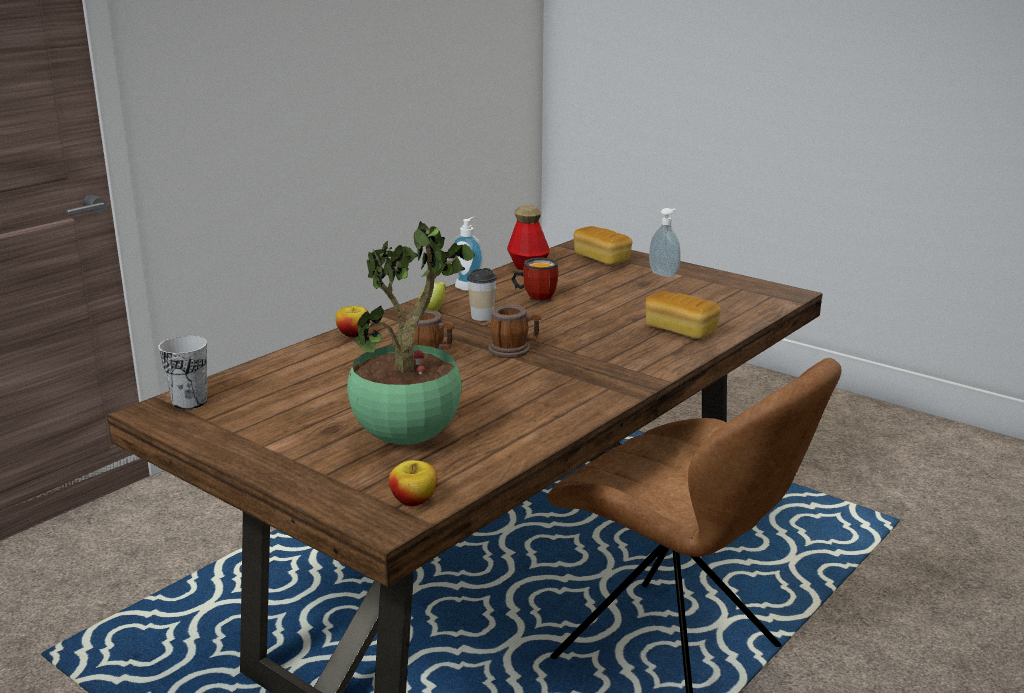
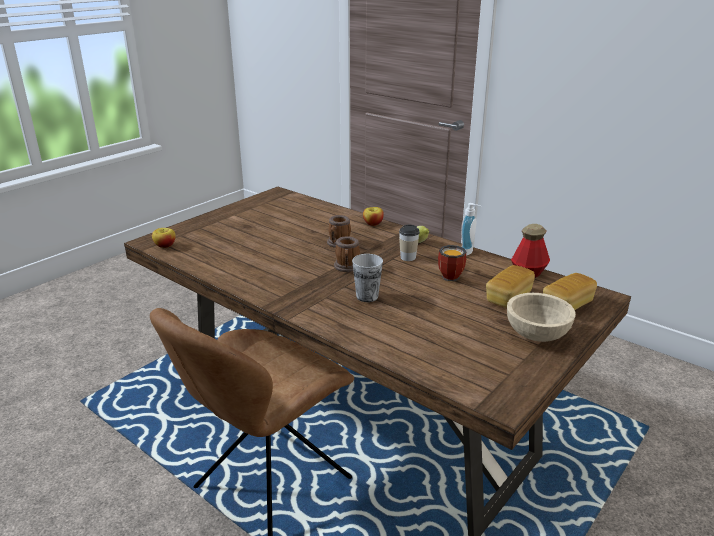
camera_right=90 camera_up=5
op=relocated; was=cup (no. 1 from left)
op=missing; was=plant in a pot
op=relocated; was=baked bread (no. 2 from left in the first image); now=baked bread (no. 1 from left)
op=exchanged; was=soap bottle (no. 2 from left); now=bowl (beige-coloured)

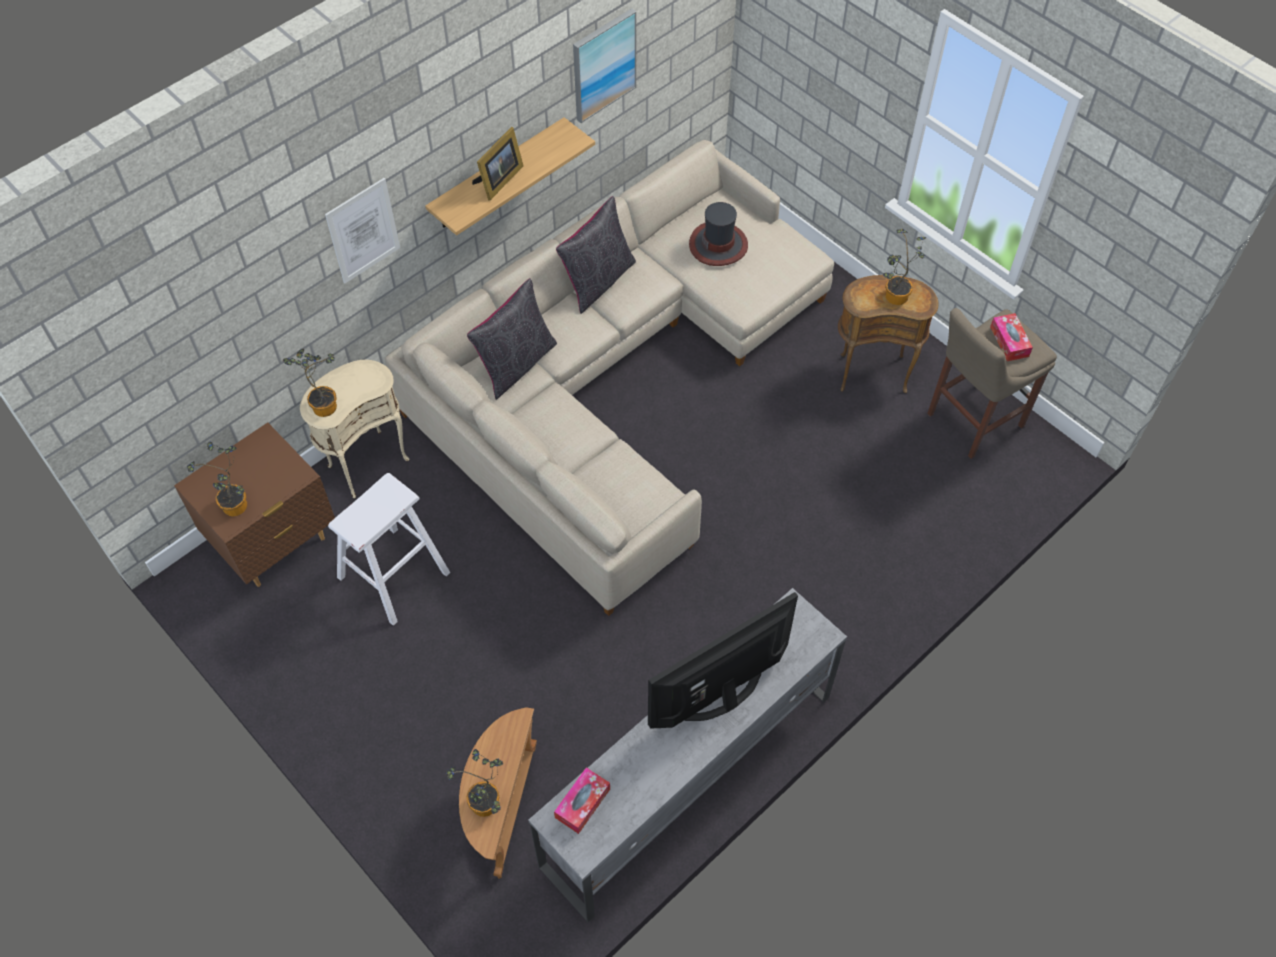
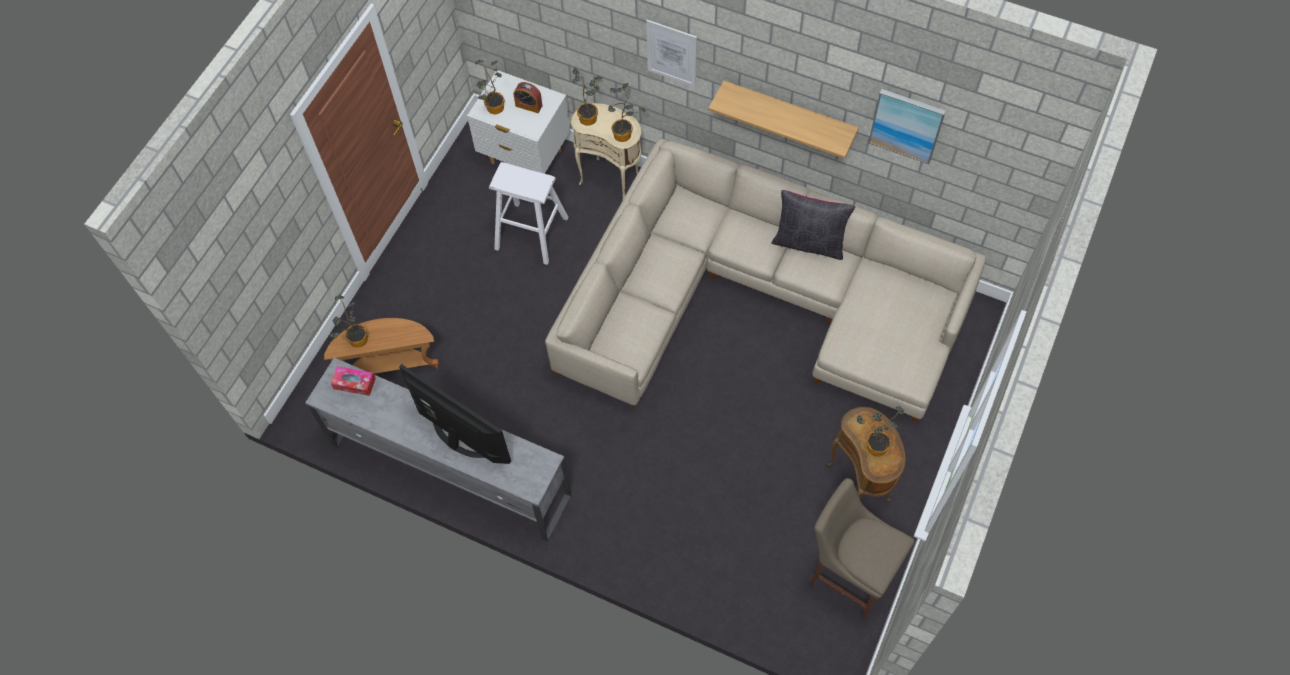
camera_right=70 camera_up=5
op=colour; was=bedside table (brownish); now=bedside table (white-coloured)
op=missing; was=pillow (blackish) (no. 1 from left)
op=missing; was=picture frame
op=missing; was=clothing hat
op=missing; was=box of tissues (no. 2 from left)
op=appeared; now=table clock
op=appeared; now=plant in a pot (no. 4 from left)

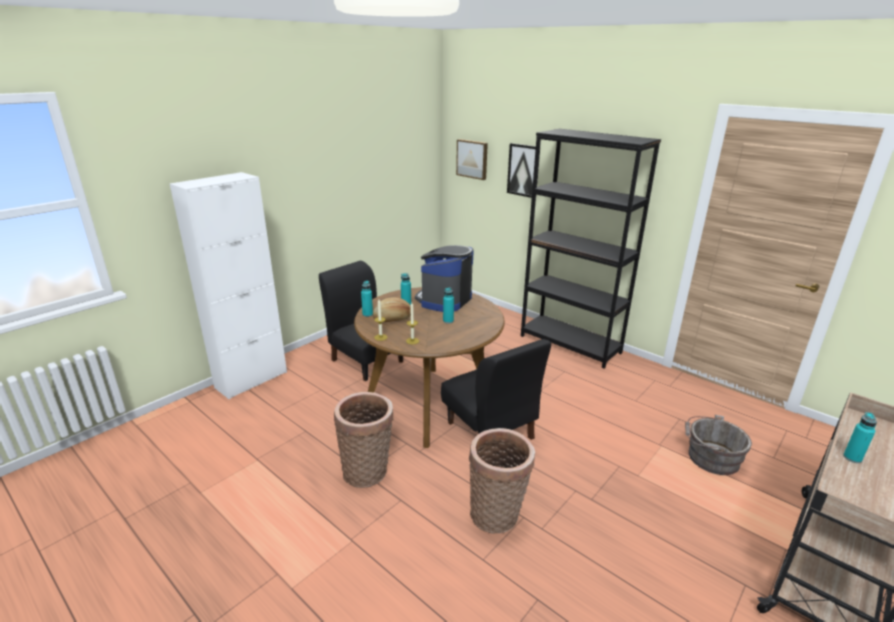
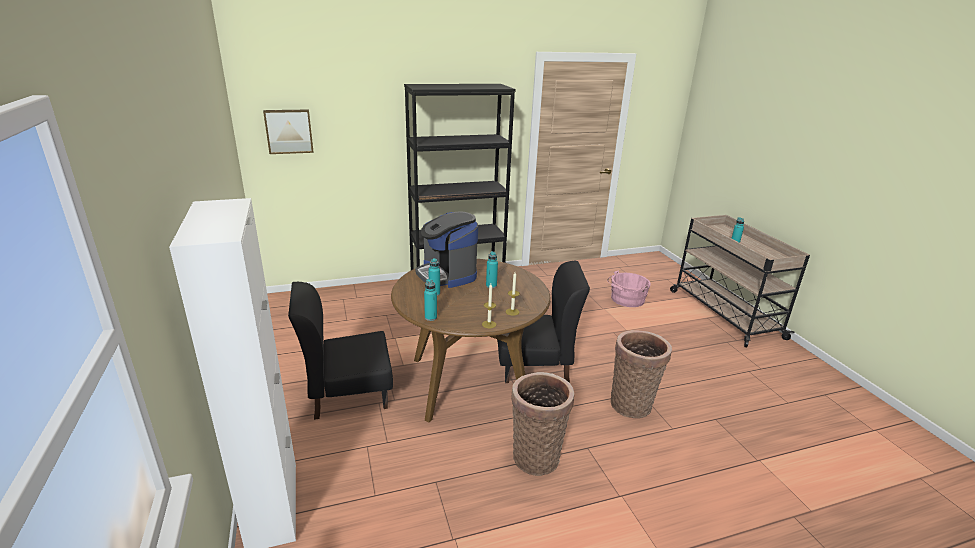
camera_right=-60 camera_up=0
op=missing; was=baked bread
op=missing; was=wall picture (no. 2 from left)
op=colour; was=bucket (greyish); now=bucket (pink-coloured)

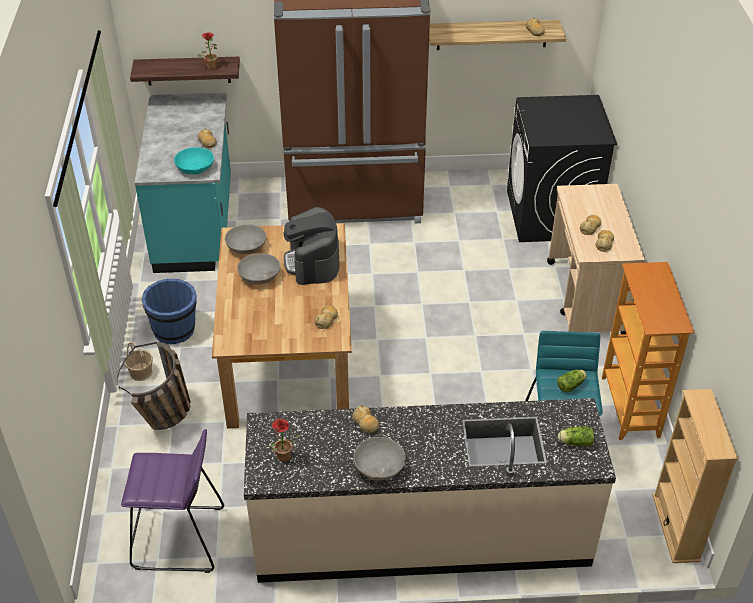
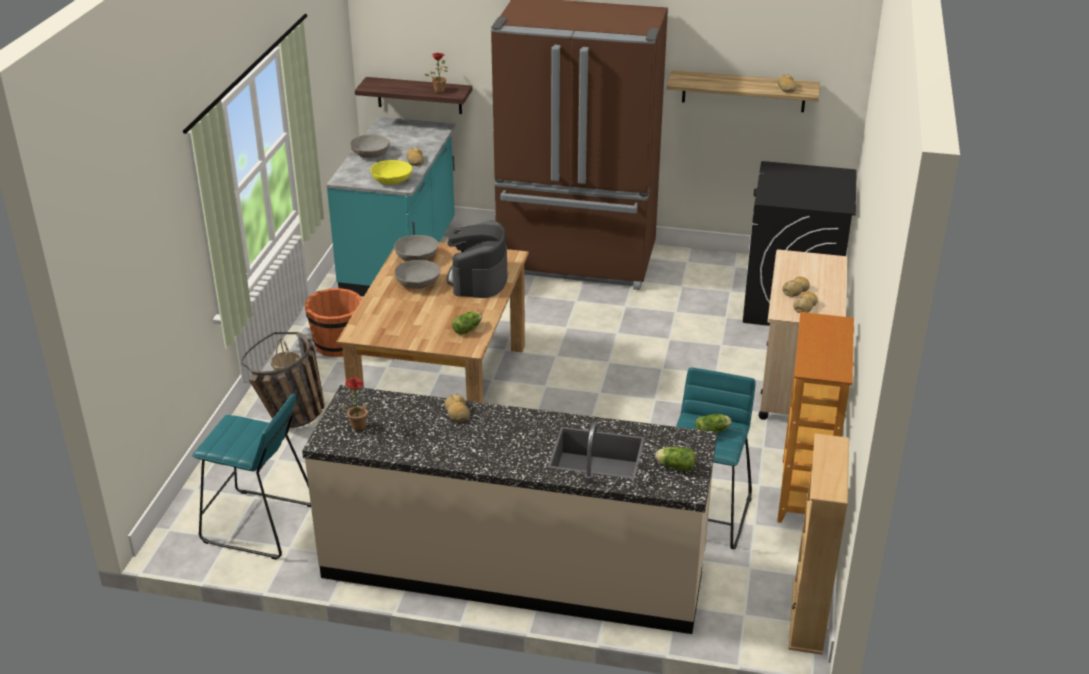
camera_right=15 camera_up=-10
op=colour; was=stool (purplish); now=stool (turquoise-coloured) (no. 1 from left)
op=colour; was=bucket (blue-coloured); now=bucket (orange)
op=colour; was=bowl (turquoise-coloured); now=bowl (yellow-coloured)
op=exchanged; was=baked bread (no. 2 from left); now=lettuce (no. 1 from left)
op=relocated; was=bowl (greyish) (no. 3 from left in the first image); now=bowl (greyish) (no. 1 from left)

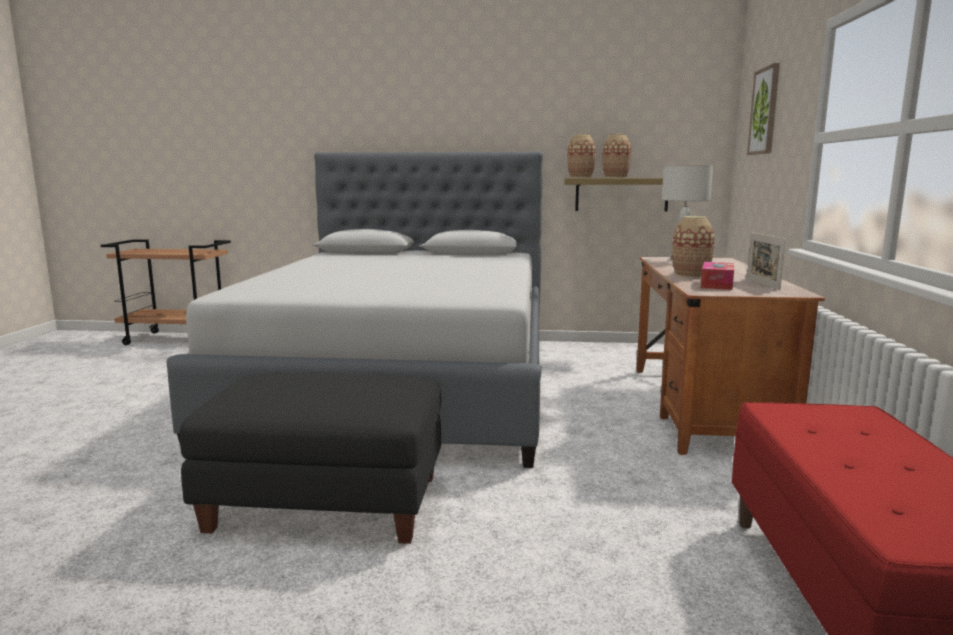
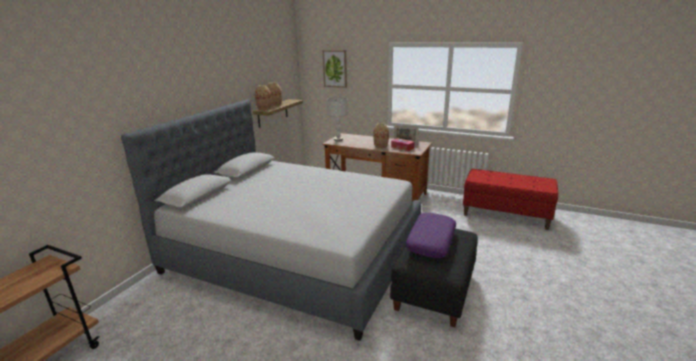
camera_right=-70 camera_up=10
op=appeared; now=pillow (purplish)

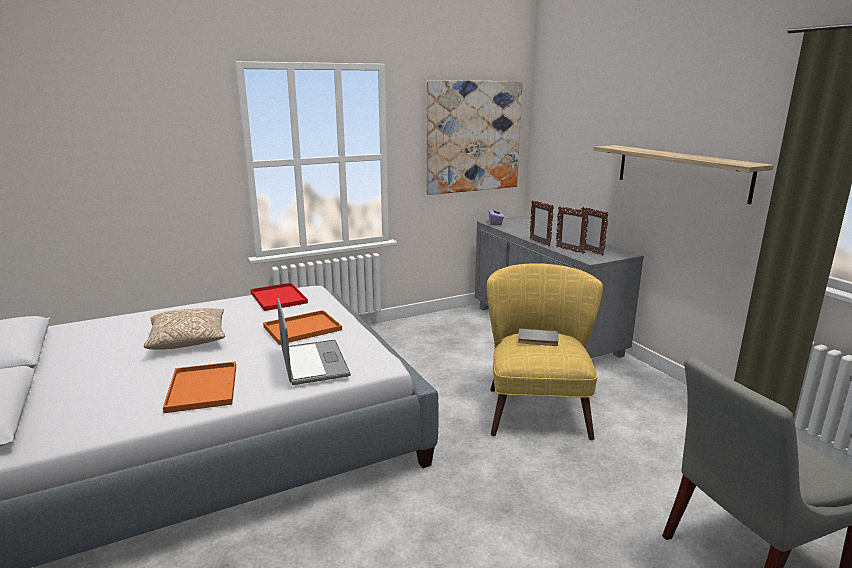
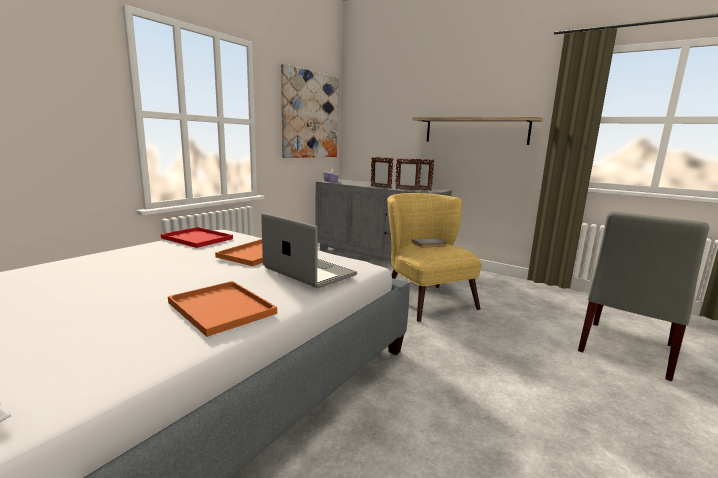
camera_right=-30 camera_up=-5
op=missing; was=pillow

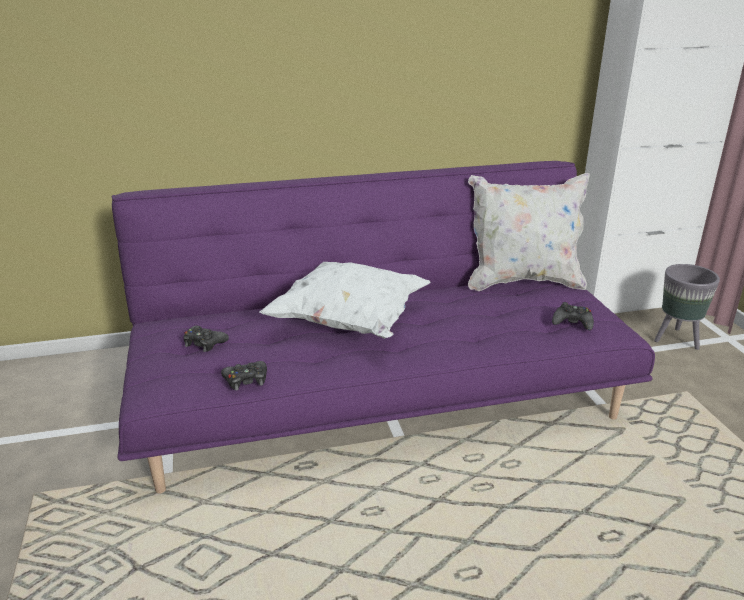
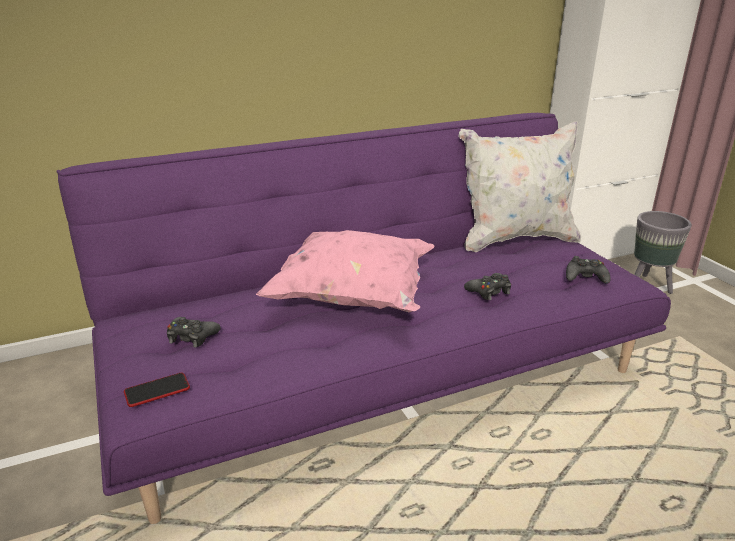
camera_right=-10 camera_up=0
op=relocated; was=game controller (blackish) (no. 2 from left)
op=colour; was=pillow (white-coloured) (no. 1 from left); now=pillow (pink-coloured)
op=appeared; now=telephone

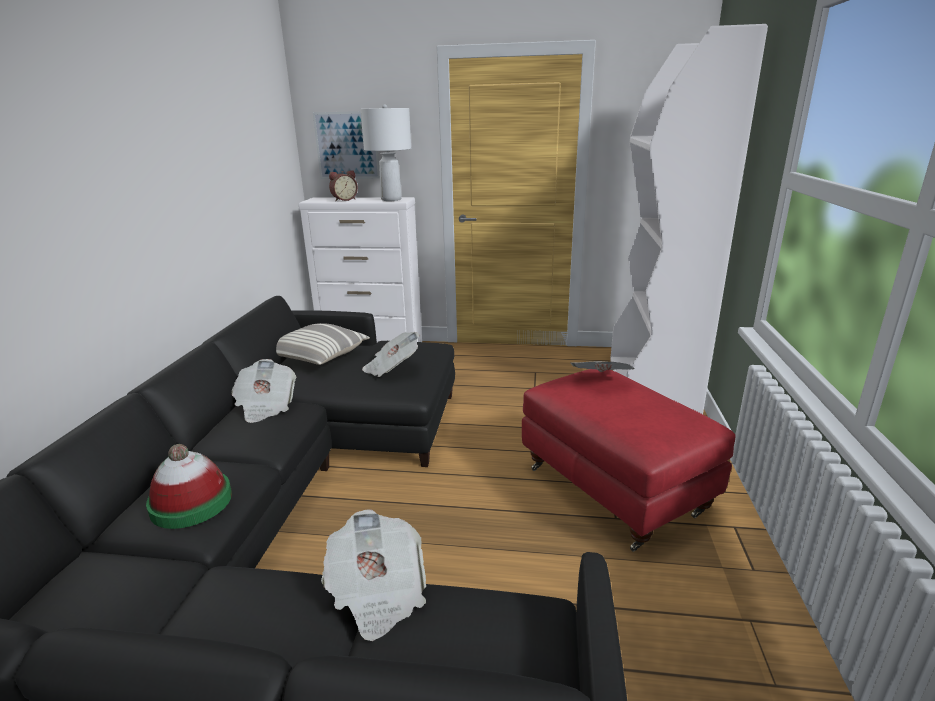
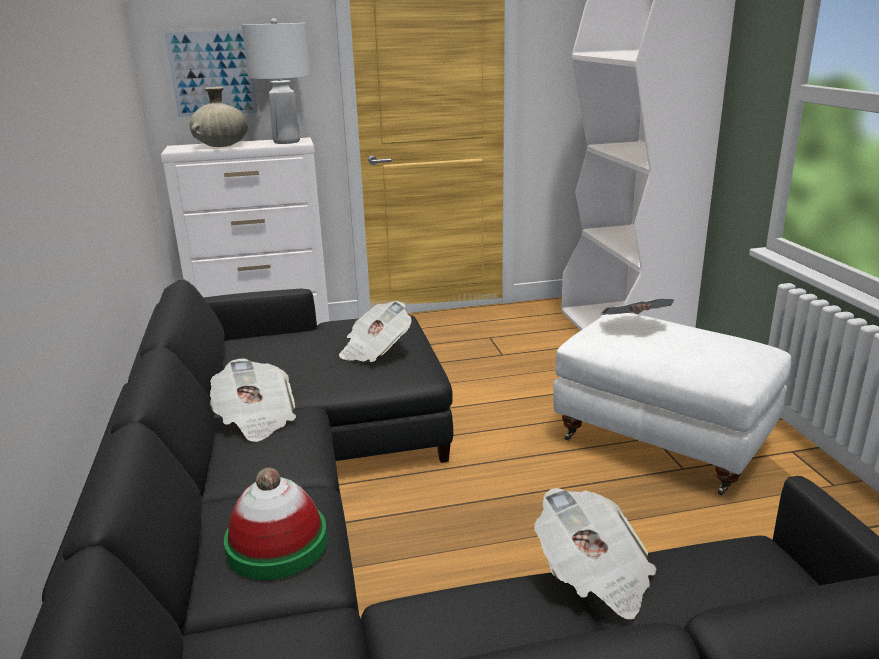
camera_right=-20 camera_up=0
op=missing; was=pillow
op=exchanged; was=table clock; now=decorative vase (beige-coloured)
op=colour; was=footrest (red-coloured); now=footrest (white-coloured)

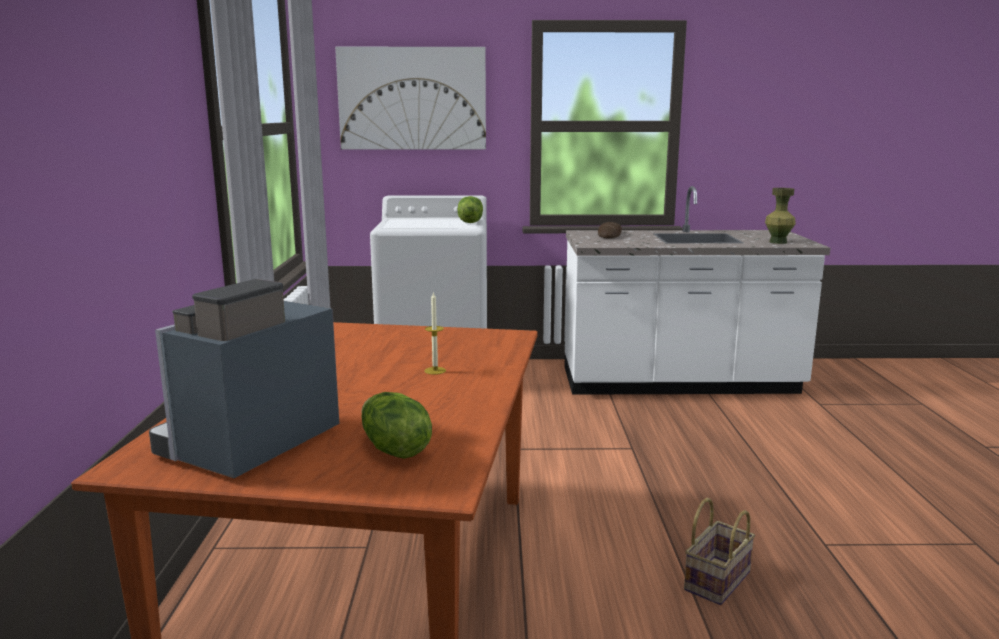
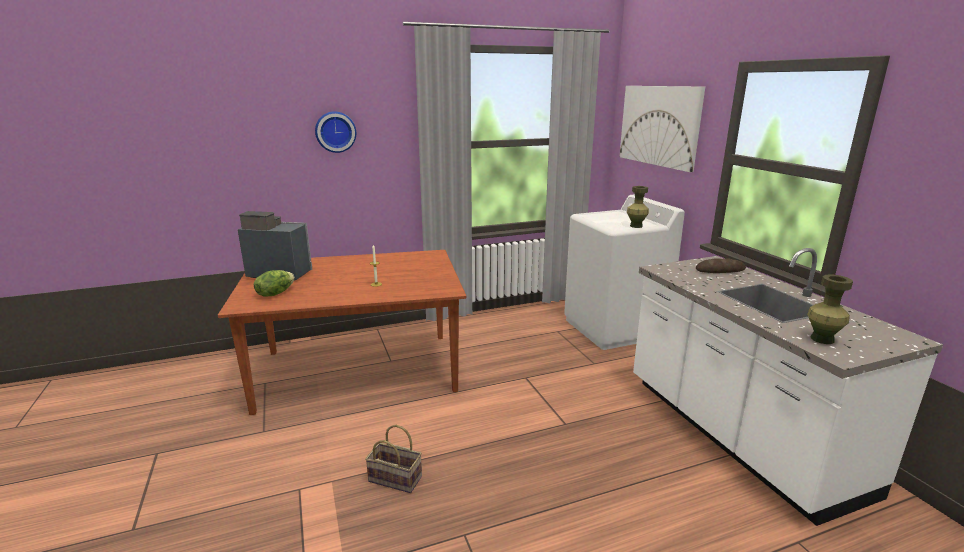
camera_right=70 camera_up=5
op=exchanged; was=lettuce (no. 2 from left); now=decorative vase (greenish) (no. 1 from left)
op=appeared; now=clock on the wall

